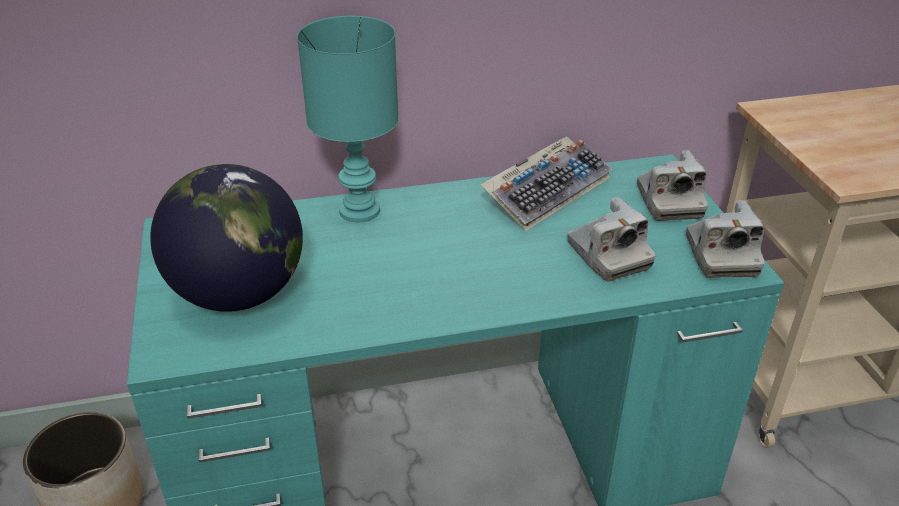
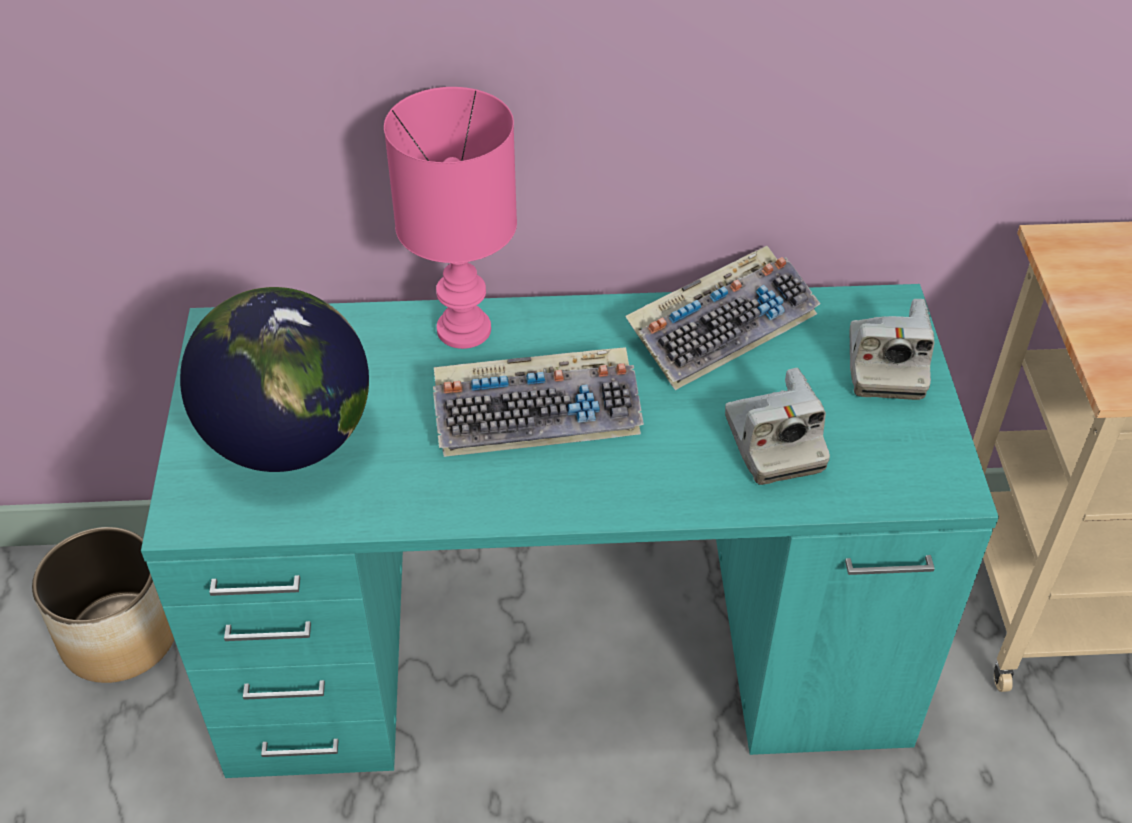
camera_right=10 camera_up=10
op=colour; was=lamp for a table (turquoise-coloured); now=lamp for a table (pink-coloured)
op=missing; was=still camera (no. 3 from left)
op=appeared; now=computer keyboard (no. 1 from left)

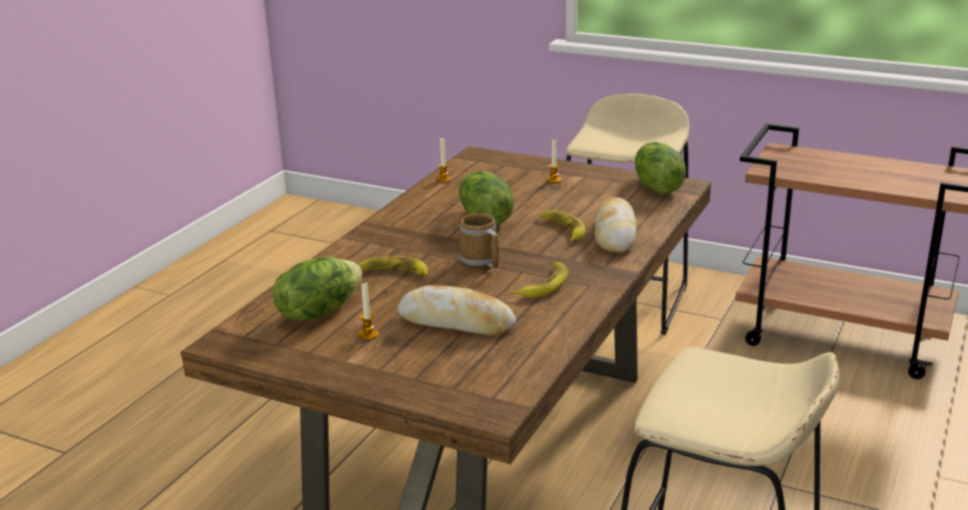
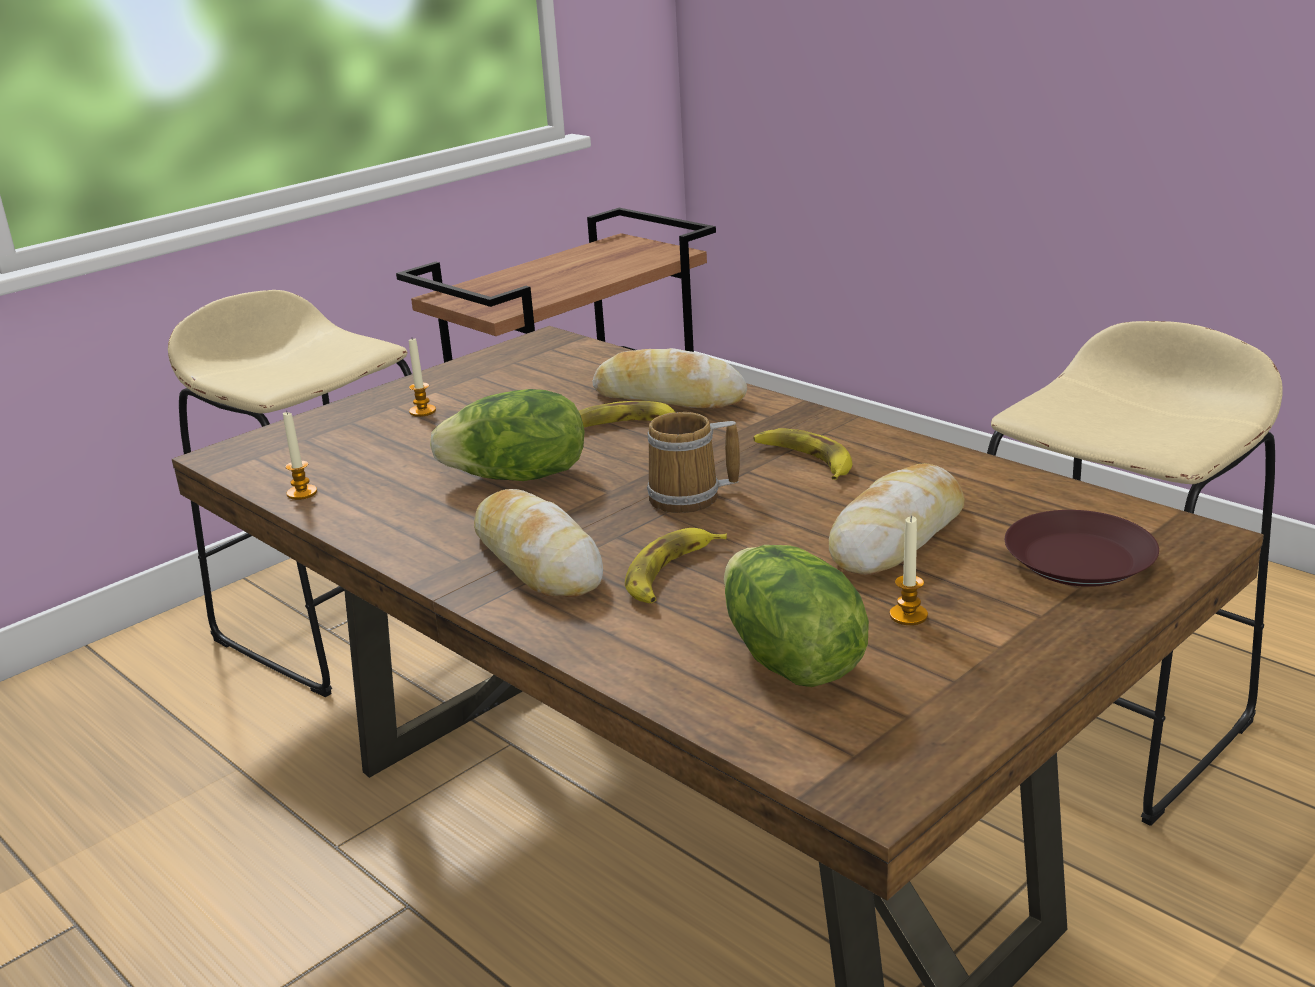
camera_right=-70 camera_up=0
op=missing; was=lettuce (no. 3 from left)
op=appeared; now=baked bread (no. 1 from left)
op=appeared; now=plate (brownish)

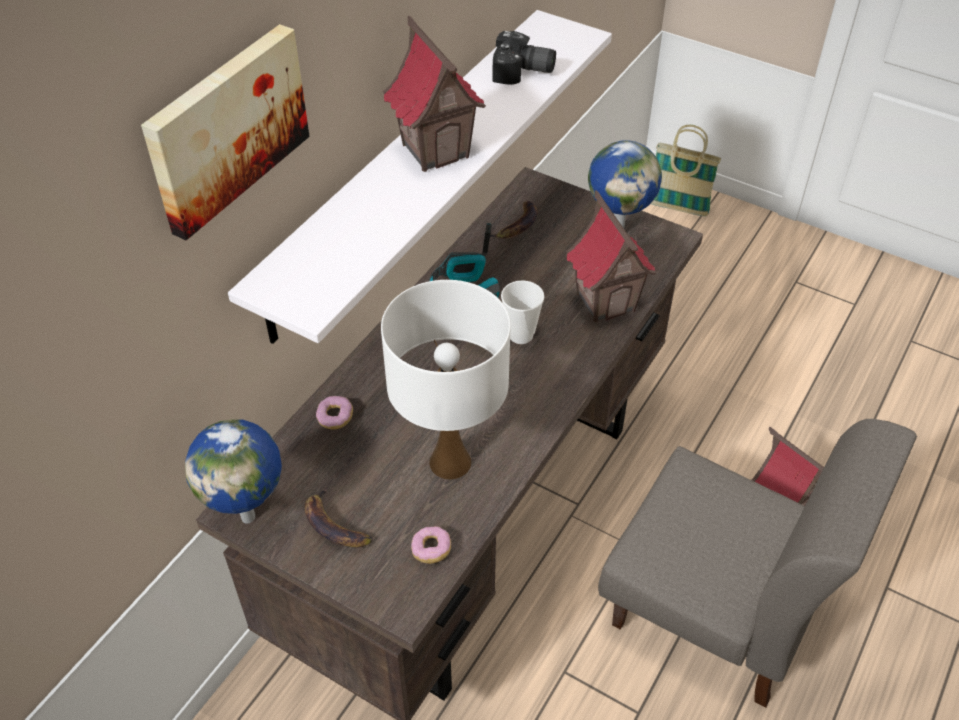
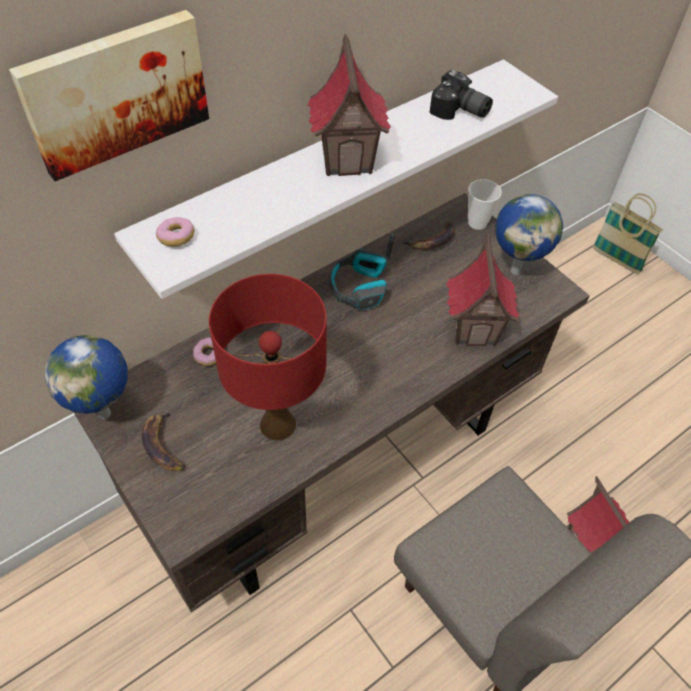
camera_right=20 camera_up=5
op=colour; was=lamp for a table (white-coloured); now=lamp for a table (red-coloured)
op=relocated; was=donut (no. 2 from left in the first image); now=donut (no. 1 from left)
op=relocated; was=cup

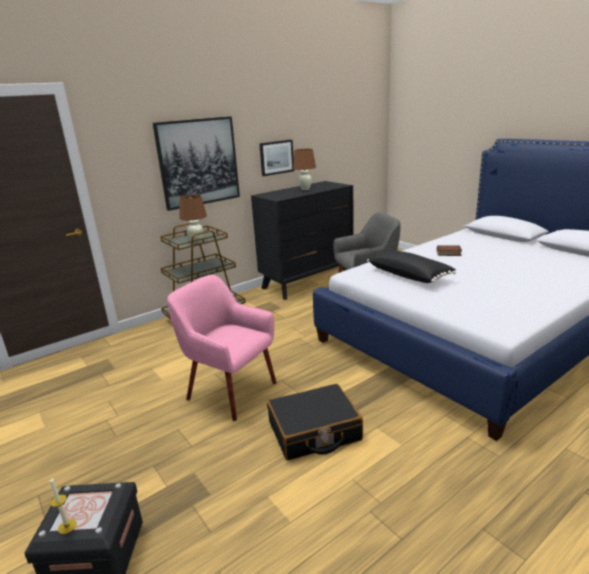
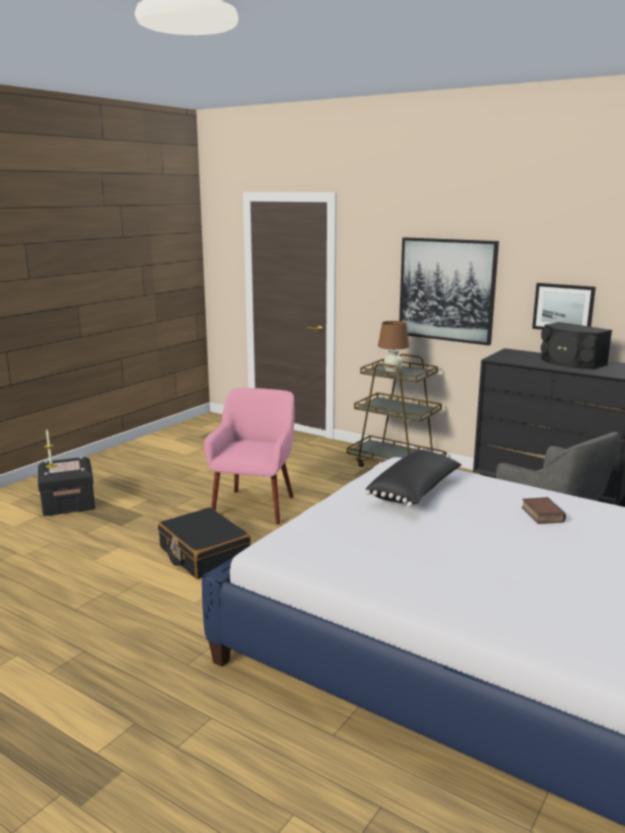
camera_right=70 camera_up=-5
op=exchanged; was=lamp for a table (brownish) (no. 2 from left); now=loudspeaker (blackish)

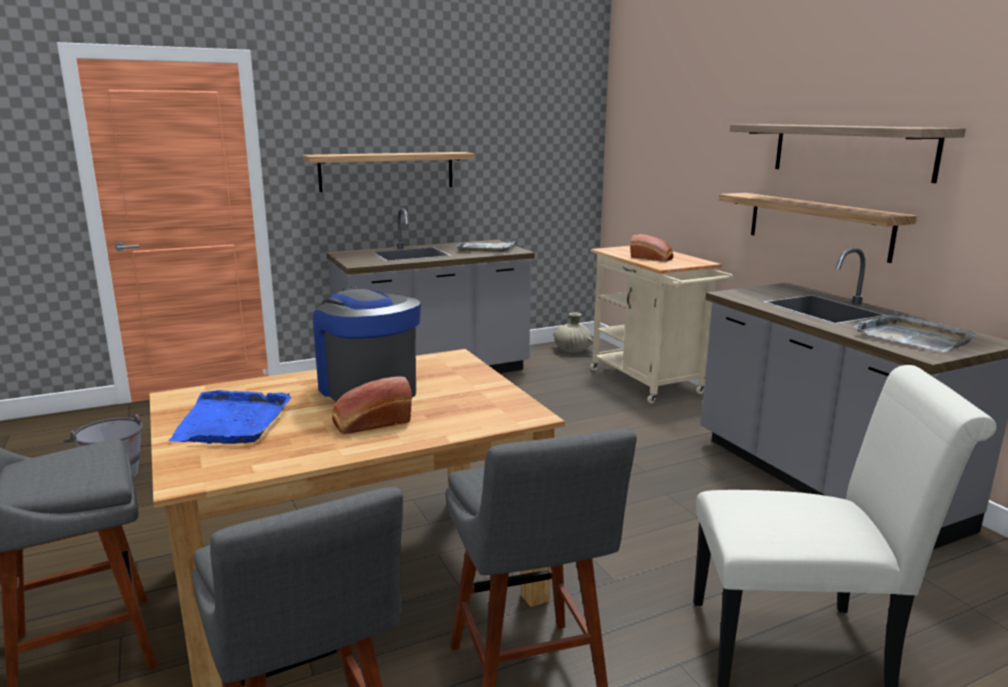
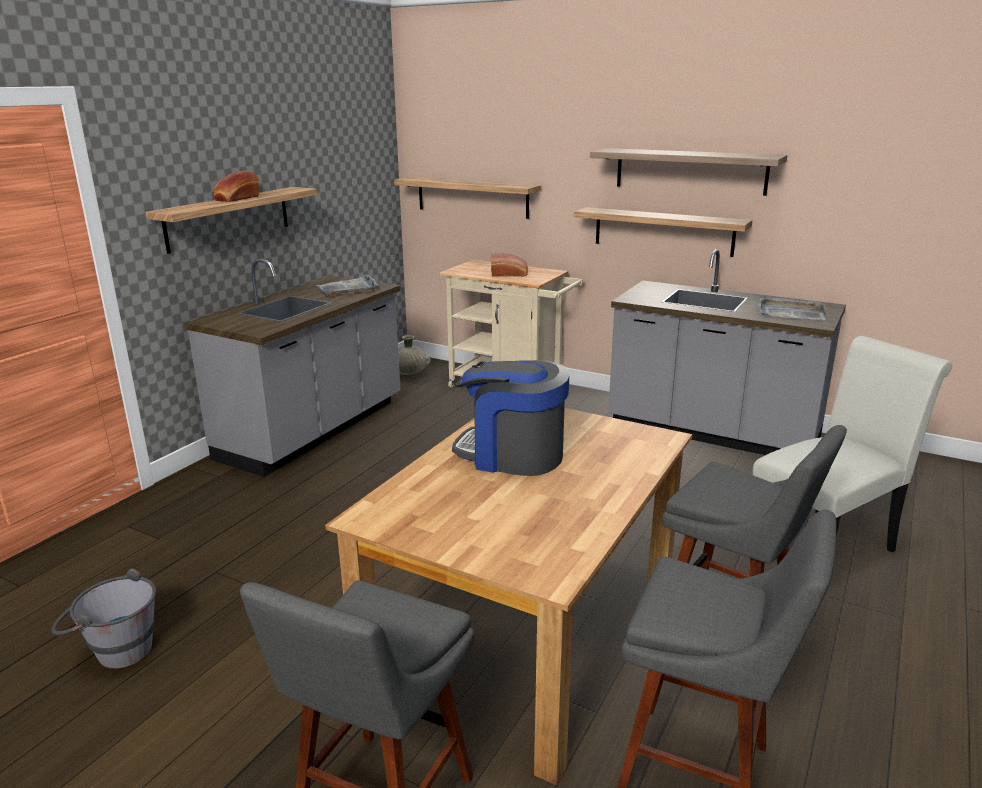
camera_right=-35 camera_up=5
op=missing; was=tray (blue-coloured)
op=relocated; was=baked bread (no. 1 from left)
op=appeared; now=bracket shelf (no. 2 from left)

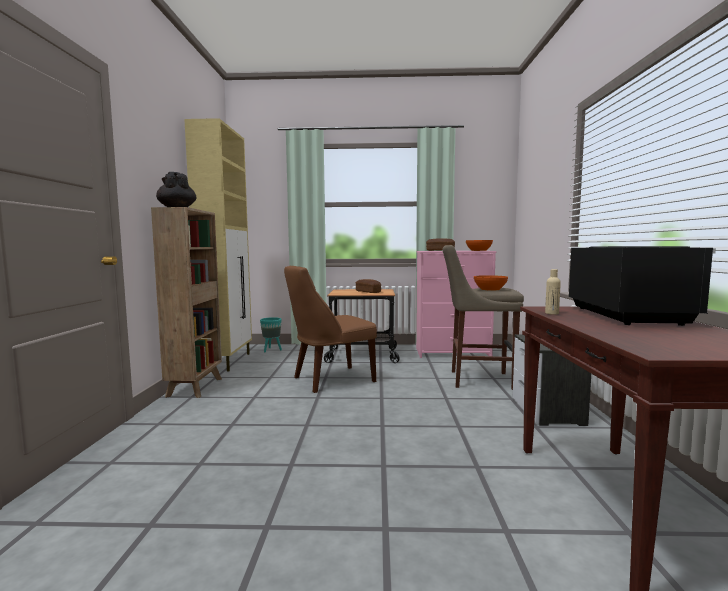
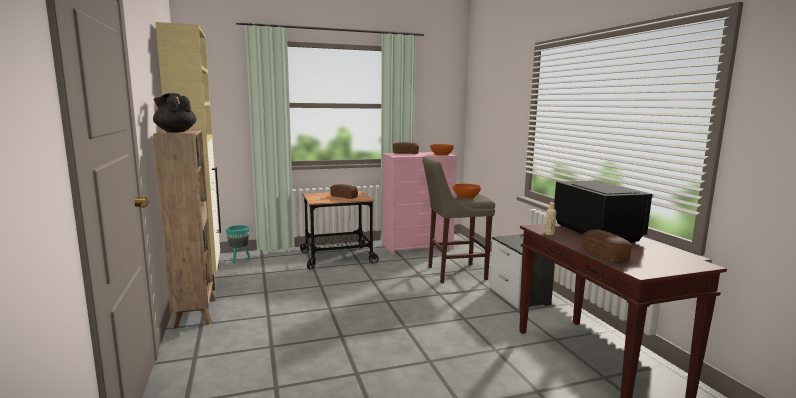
camera_right=-20 camera_up=5
op=missing; was=upright chair (brownish)
op=appeared; now=baked bread (no. 3 from left)

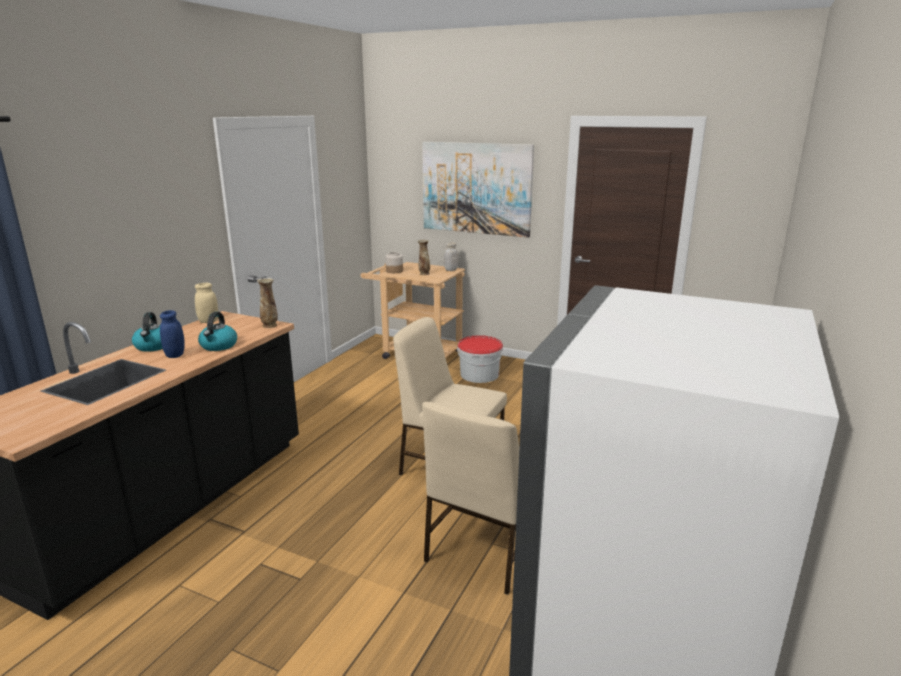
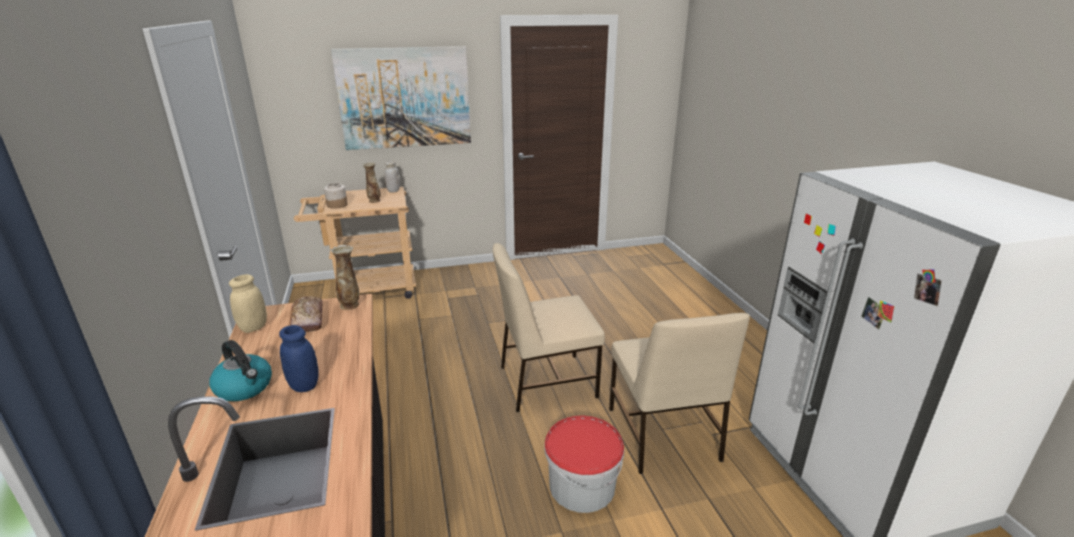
camera_right=-40 camera_up=5
op=missing; was=tea kettle (no. 2 from left)
op=relocated; was=bucket
op=appeared; now=baked bread

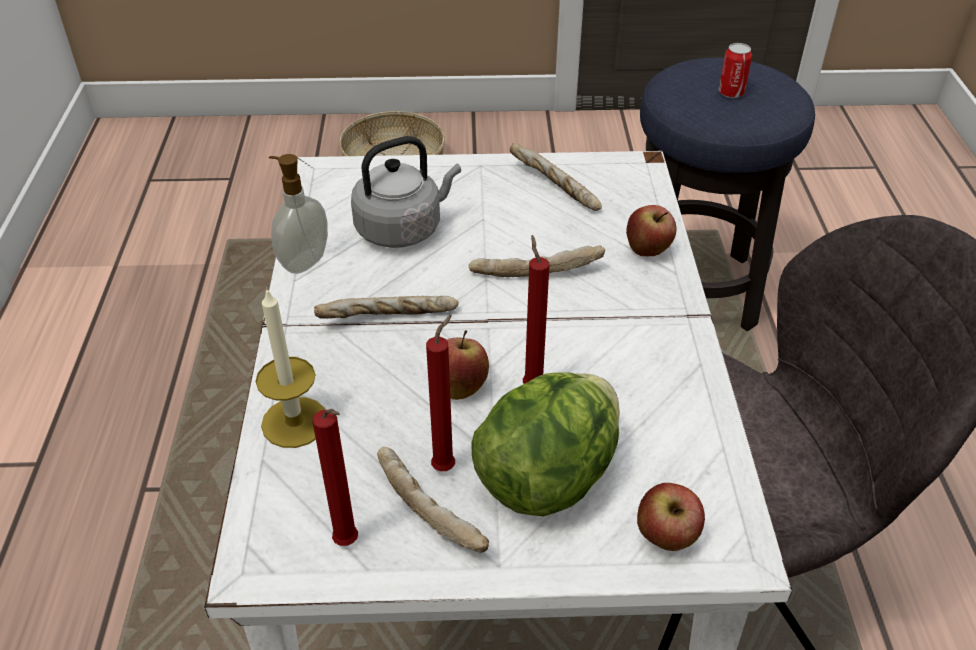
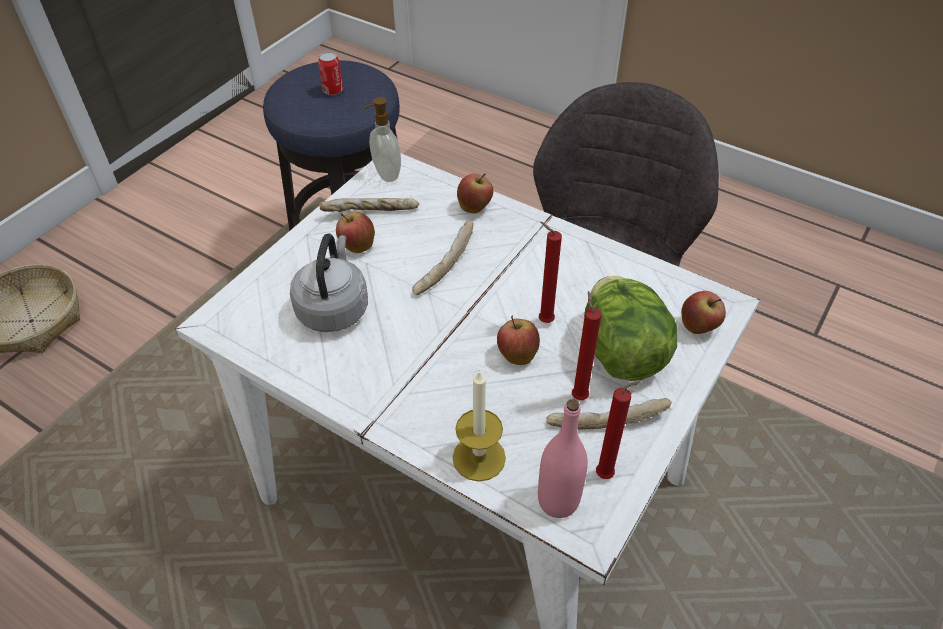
camera_right=-55 camera_up=5
op=relocated; was=soap bottle
op=missing; was=baked bread (no. 1 from left)
op=appeared; now=whole apple (no. 1 from left)
op=appeared; now=bottle (pink-coloured)

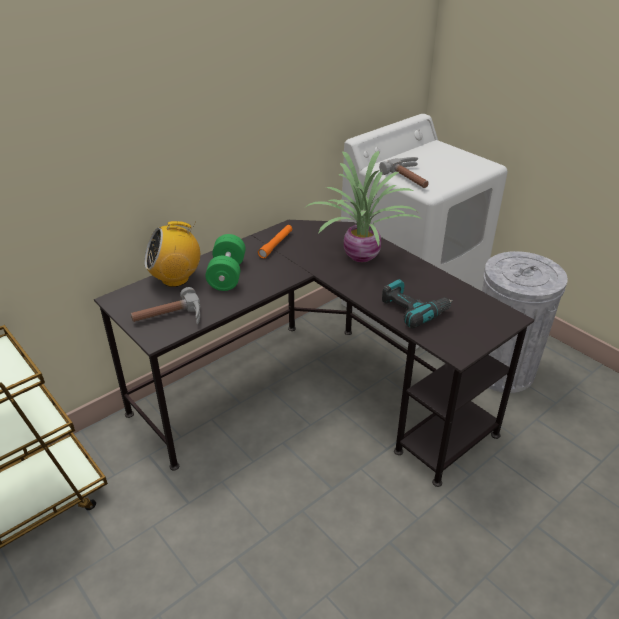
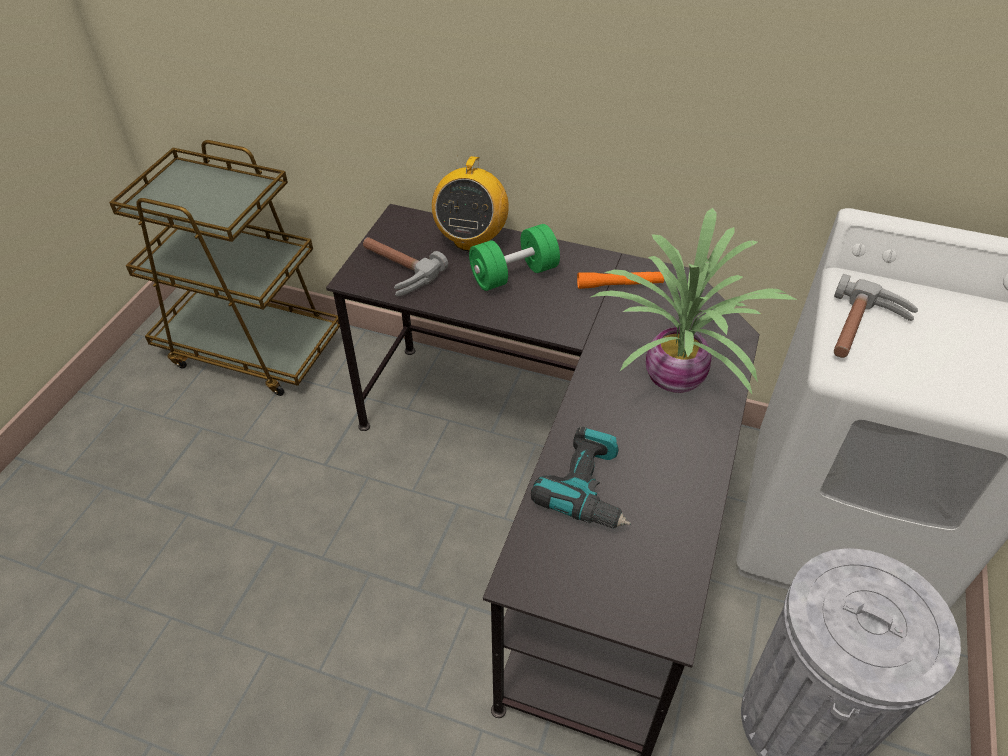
camera_right=60 camera_up=10
op=spun; was=radio receiver; clockwise=-120

